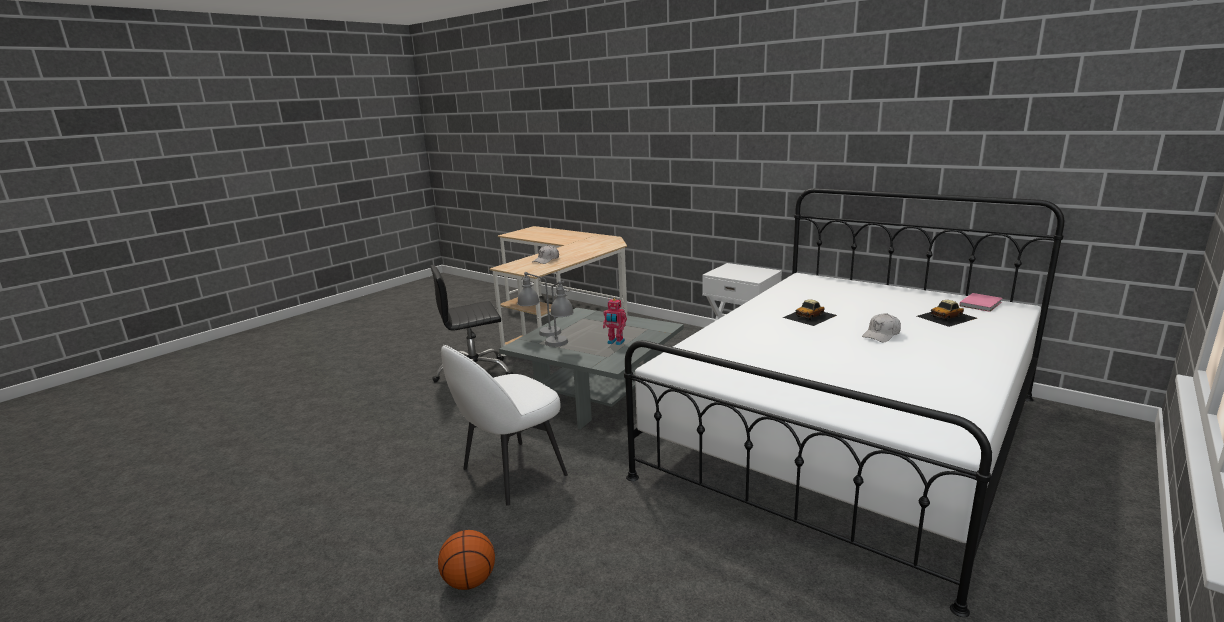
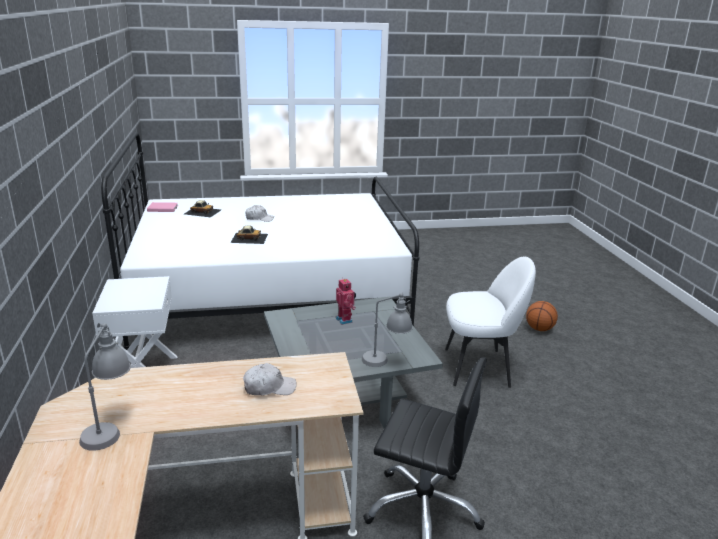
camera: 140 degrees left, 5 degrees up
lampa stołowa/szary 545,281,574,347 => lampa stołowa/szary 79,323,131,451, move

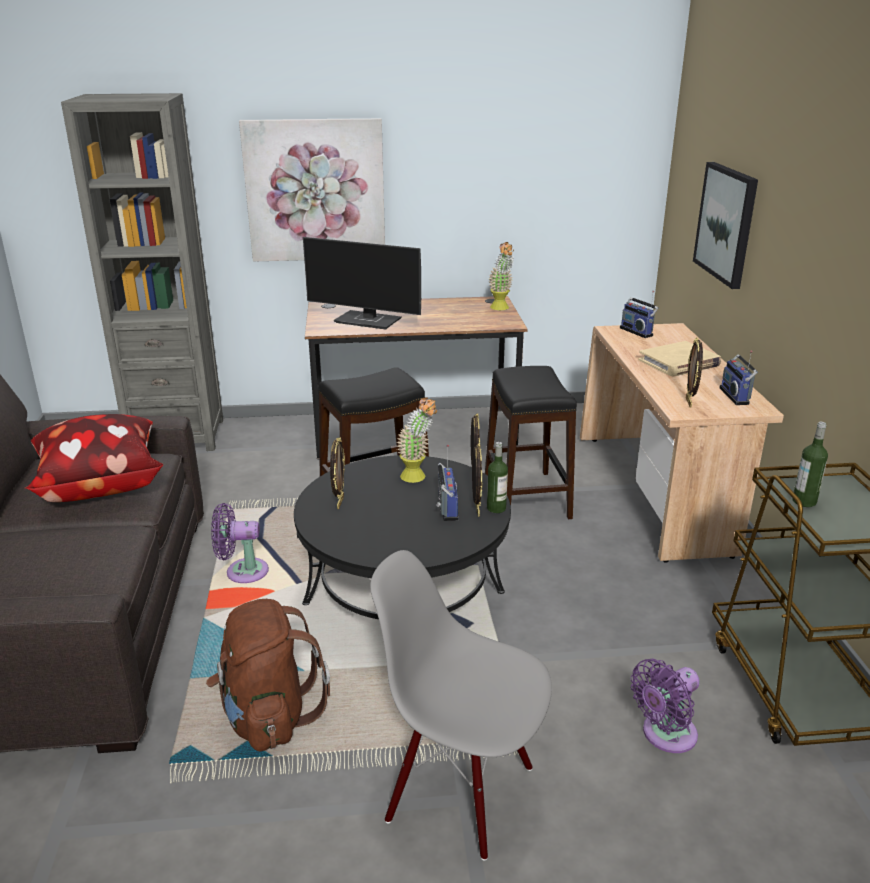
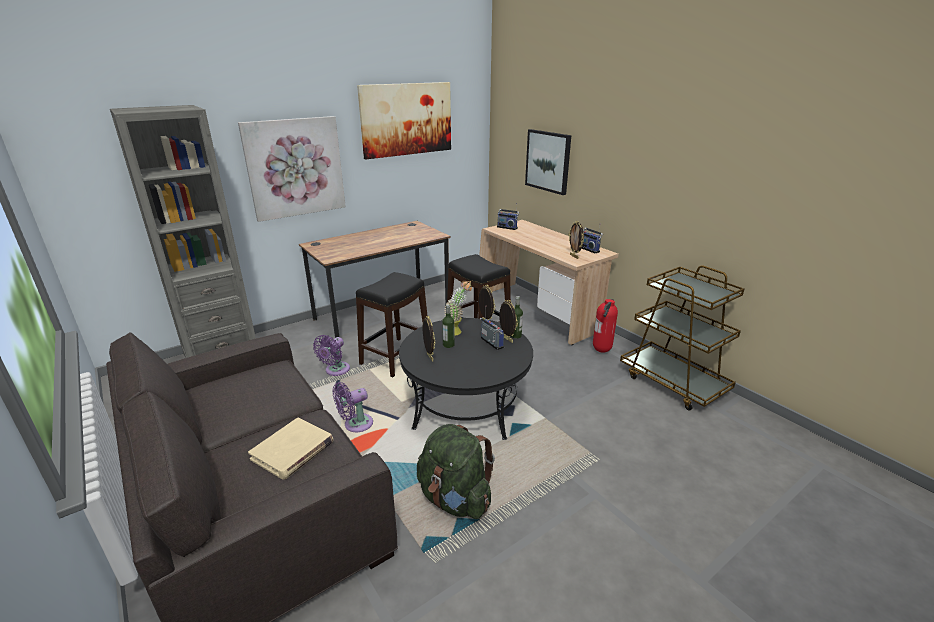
camera: 30 degrees left, 0 degrees up
monitor 303,237,421,330 => nothing
roślina doniczkowa 488,242,514,310 => nothing
książka/beżowy 639,341,721,377 => książka/beżowy 248,417,333,480, move
poduszka 25,414,163,502 => nothing
butelka 792,422,828,507 => butelka 442,305,455,348, move
krzesło/szary 370,550,552,861 => nothing
plecak/brązowy 206,599,330,752 => plecak/zielony 417,424,495,519
wentylator/fioletowy 631,658,700,753 => wentylator/fioletowy 313,335,350,376, move
nothing => obraz 357,82,451,160
nothing => gaśnica 593,299,618,353

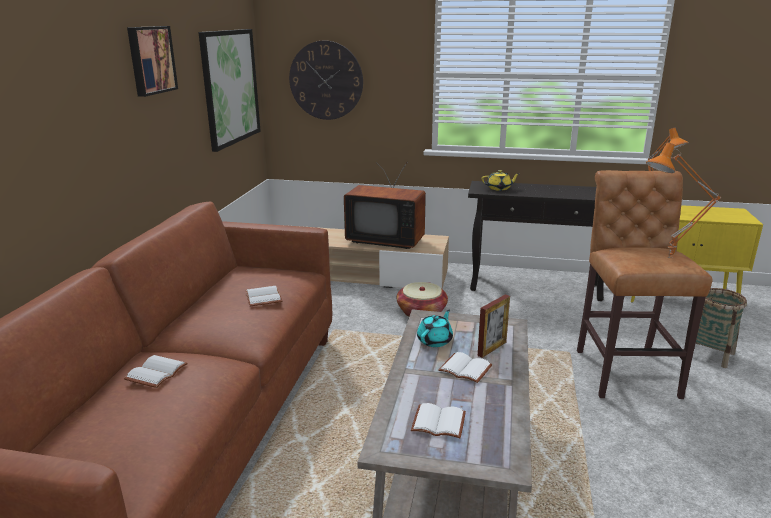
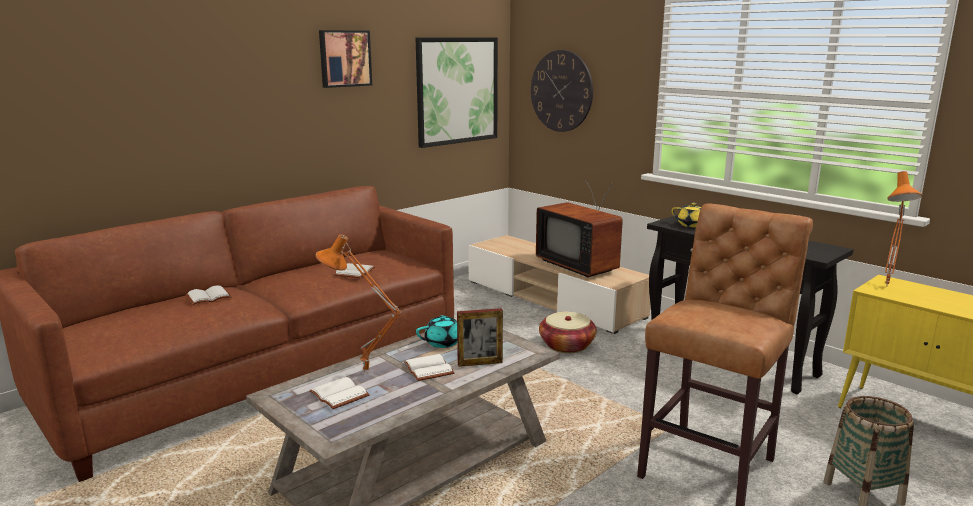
camera: 35 degrees right, 5 degrees down
lampa stołowa/pomarańczowy 646,143,721,258 => lampa stołowa/pomarańczowy 316,234,402,373, move

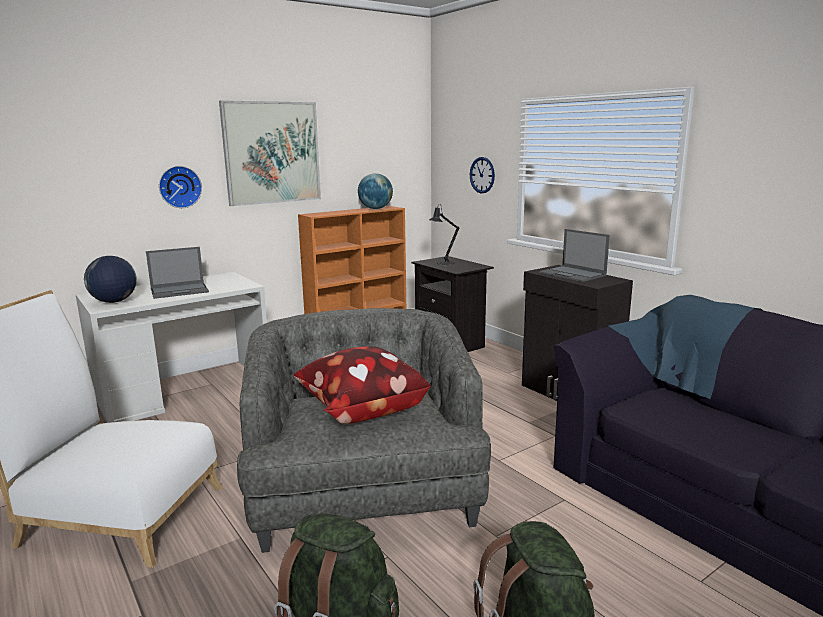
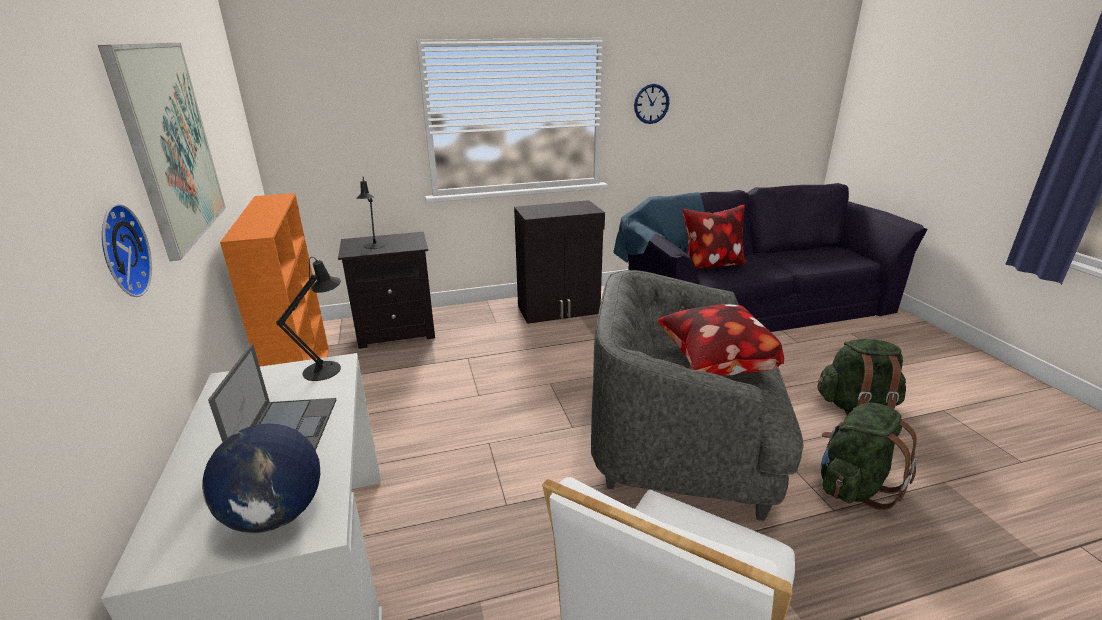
camera: 70 degrees left, 10 degrees up
zegar ścienny 470,157,495,193 => zegar ścienny 634,84,669,124, move
globus 358,173,393,209 => nothing
laptop 539,229,610,282 => nothing
nothing => poduszka 682,205,747,269
nothing => lampa stołowa/czarny 276,257,341,381

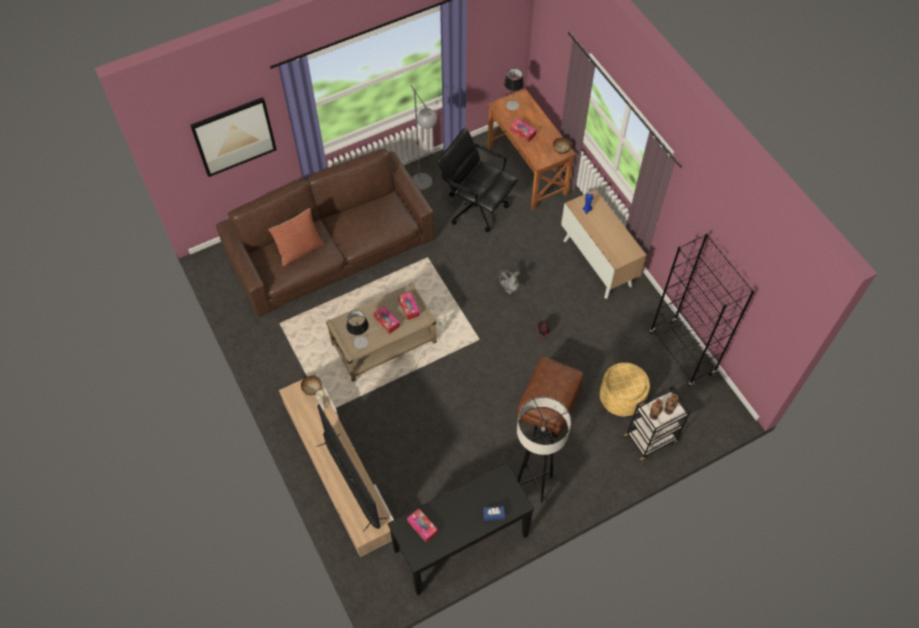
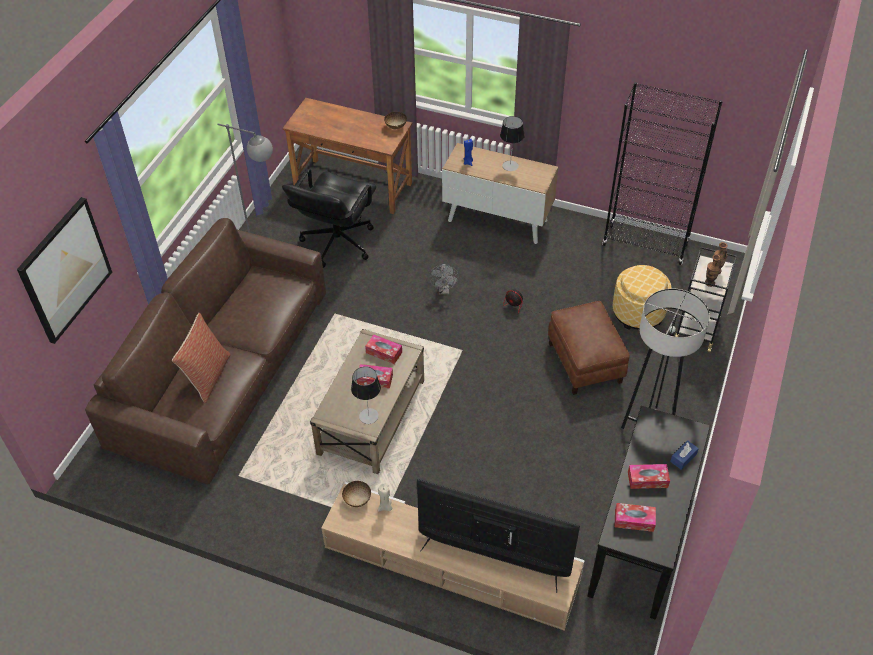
camera: 40 degrees left, 10 degrees down
lampa stołowa 504,68,524,110 => lampa stołowa 500,116,525,171, move
pudełko chusteczek 510,119,536,143 => pudełko chusteczek 628,464,670,489, move
krzesło biurowe/czarny 437,128,518,232 => krzesło biurowe/czarny 282,169,376,268, 60 degrees counterclockwise

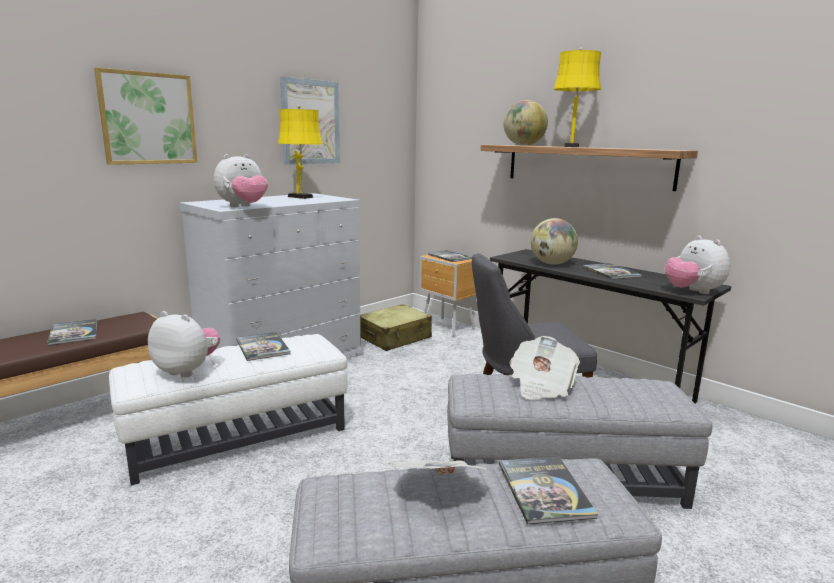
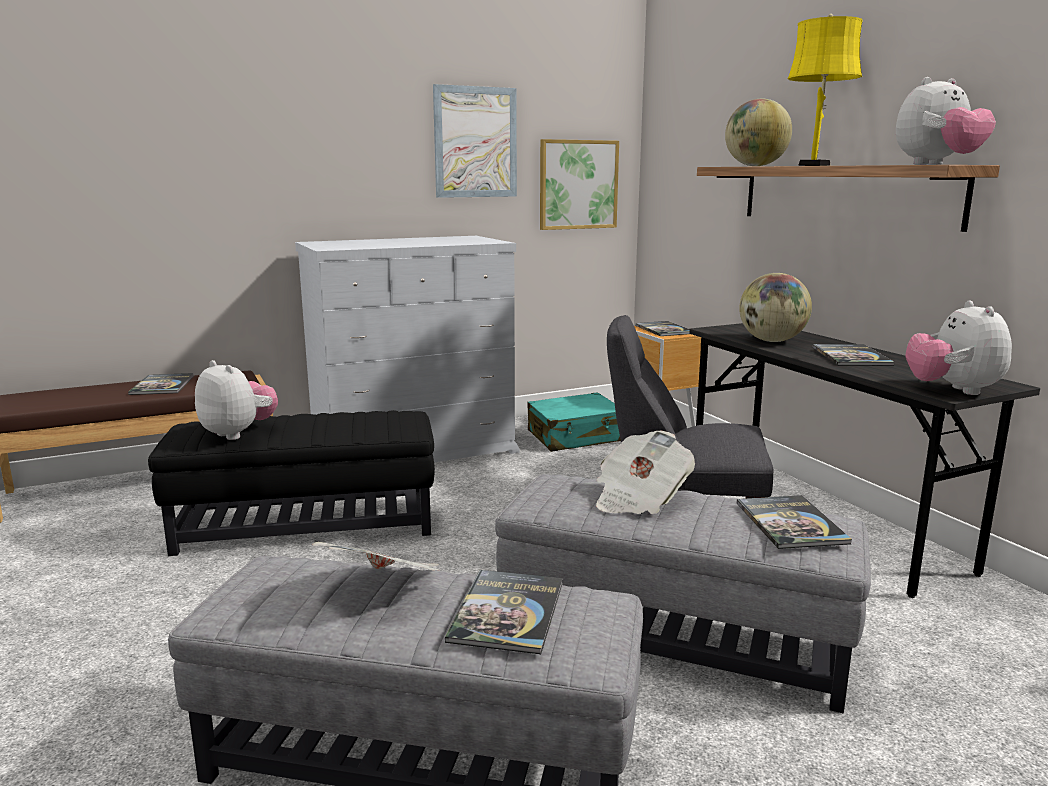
camera: 20 degrees right, 0 degrees up
obraz 94,68,197,165 => obraz 540,139,619,230, move
lampa stołowa/żółty 278,105,323,199 => nothing
pluszak 214,154,268,207 => pluszak 896,77,996,165, move
walizka/beżowy 360,304,432,351 => walizka/turkusowy 528,392,621,452
książka 236,332,291,361 => książka 736,495,852,549, move
pufa/biały 109,334,347,485 => pufa/czarny 148,410,435,556

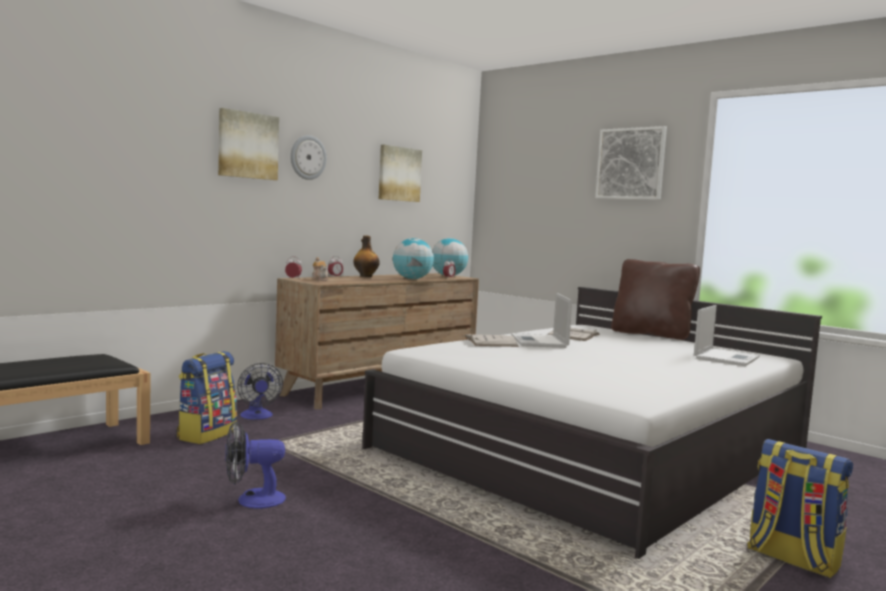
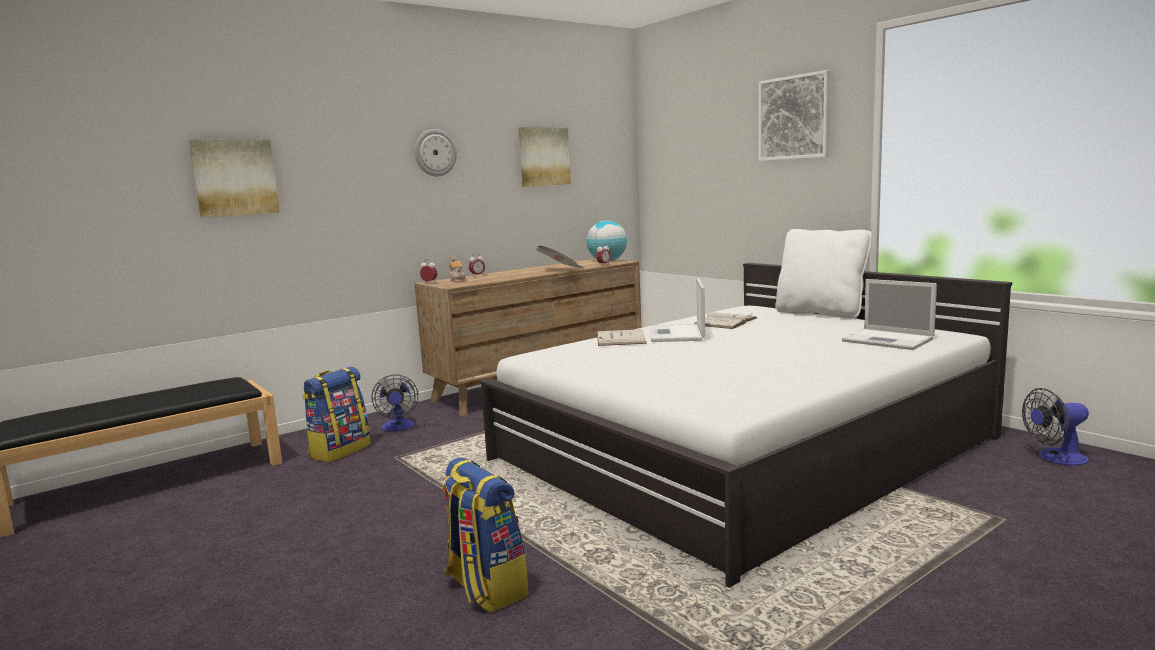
camera: 10 degrees right, 5 degrees up
obraz 218,108,279,180 => obraz 189,139,280,218, move
butelka 353,235,380,277 => nothing
globus 393,238,434,279 => gazeta 536,246,584,268
poduszka/brązowy 611,259,700,340 => poduszka/biały 775,229,872,318
laptop 694,305,760,366 => laptop 842,279,937,350, 90 degrees clockwise
wentylator 225,421,286,509 => wentylator 1022,388,1089,466, move
plecak 747,439,853,578 => plecak 441,457,529,612, move

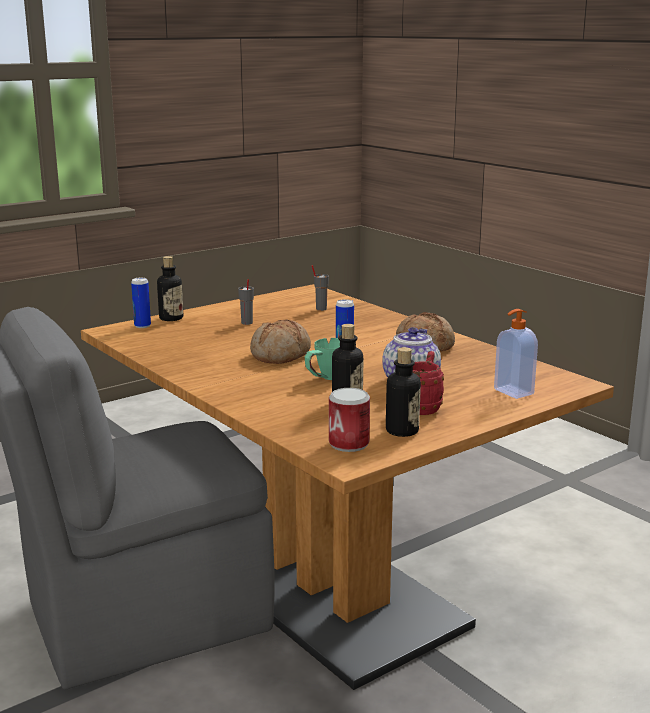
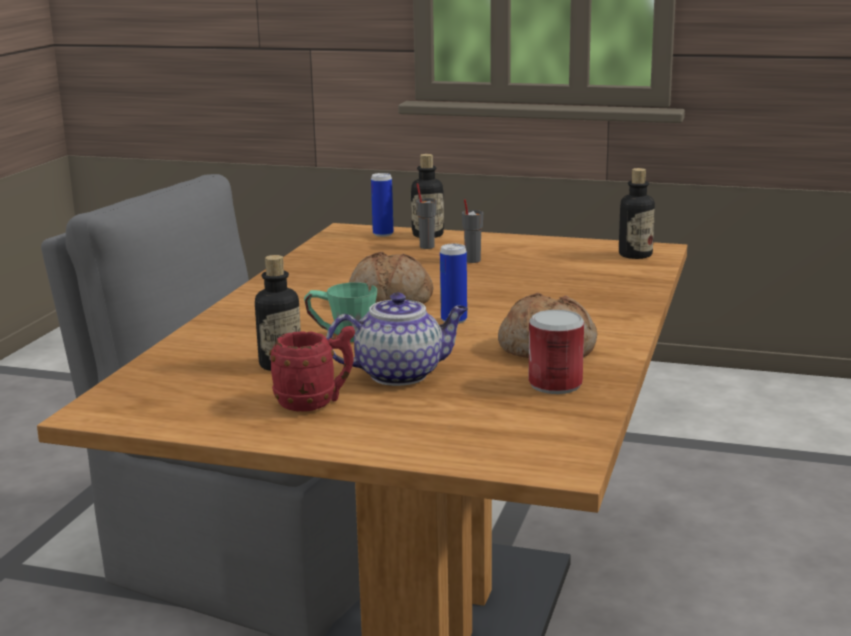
camera: 55 degrees right, 0 degrees up
filiżanka/szary 312,265,329,311 => filiżanka/szary 416,183,437,249, move
dozownik mydła 494,309,538,399 => nothing
butelka 386,347,421,437 => butelka 619,168,655,259, move
puszka 329,388,370,452 => puszka 529,310,584,394, move

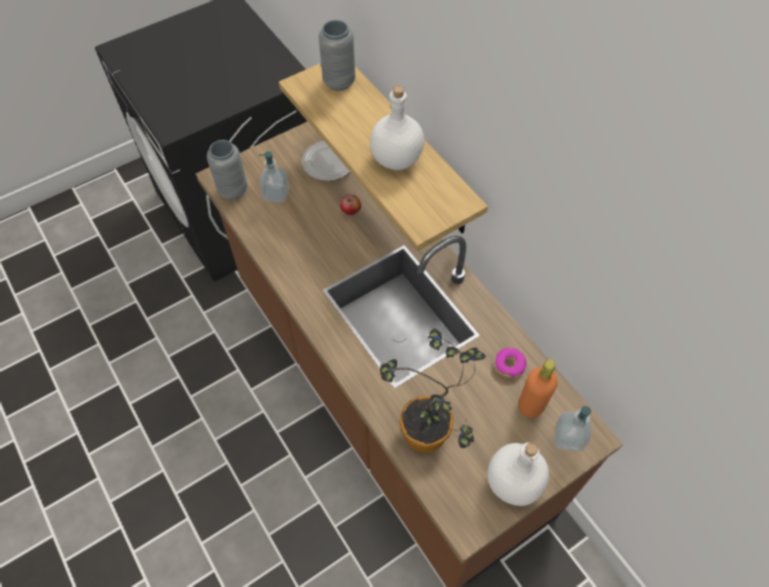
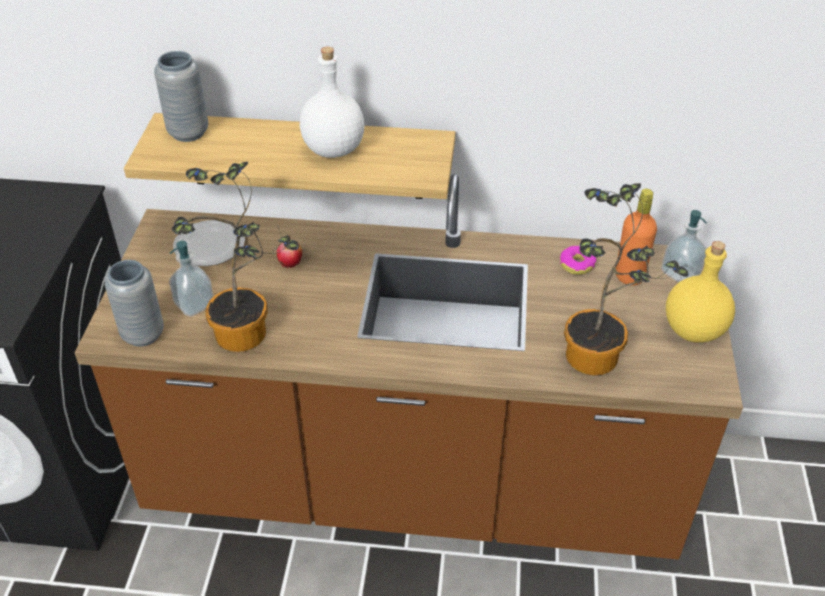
camera: 50 degrees left, 15 degrees down
butelka/biały 487,443,549,506 => butelka/żółty 666,241,735,343
nothing => roślina doniczkowa 171,162,299,352

